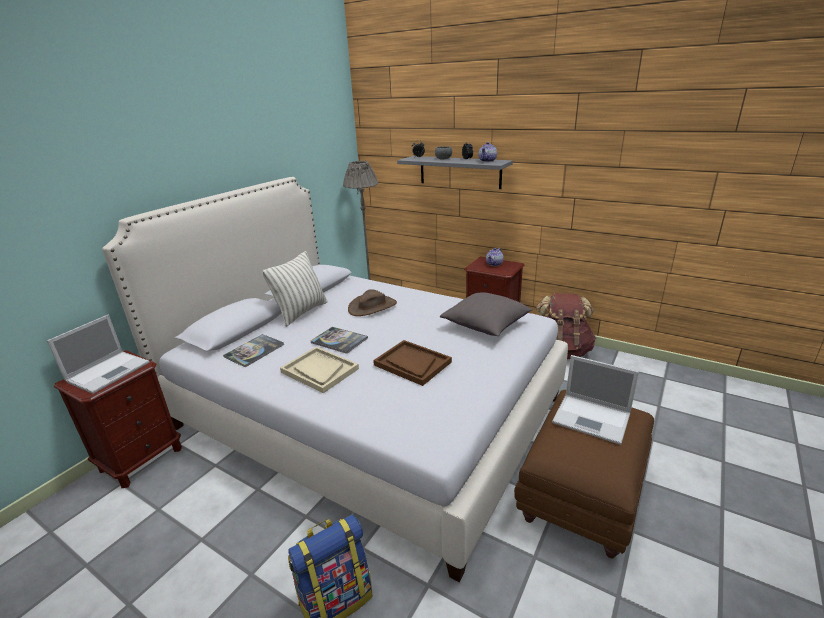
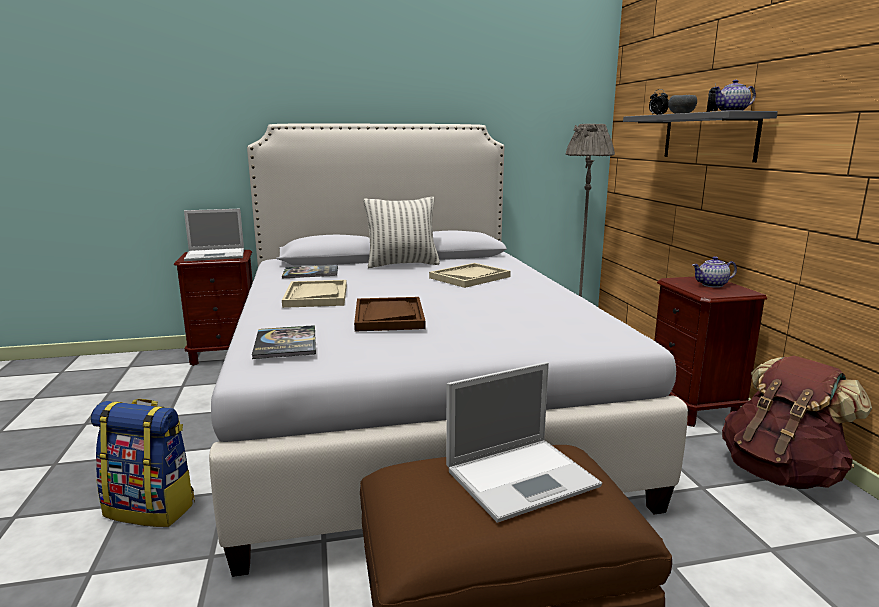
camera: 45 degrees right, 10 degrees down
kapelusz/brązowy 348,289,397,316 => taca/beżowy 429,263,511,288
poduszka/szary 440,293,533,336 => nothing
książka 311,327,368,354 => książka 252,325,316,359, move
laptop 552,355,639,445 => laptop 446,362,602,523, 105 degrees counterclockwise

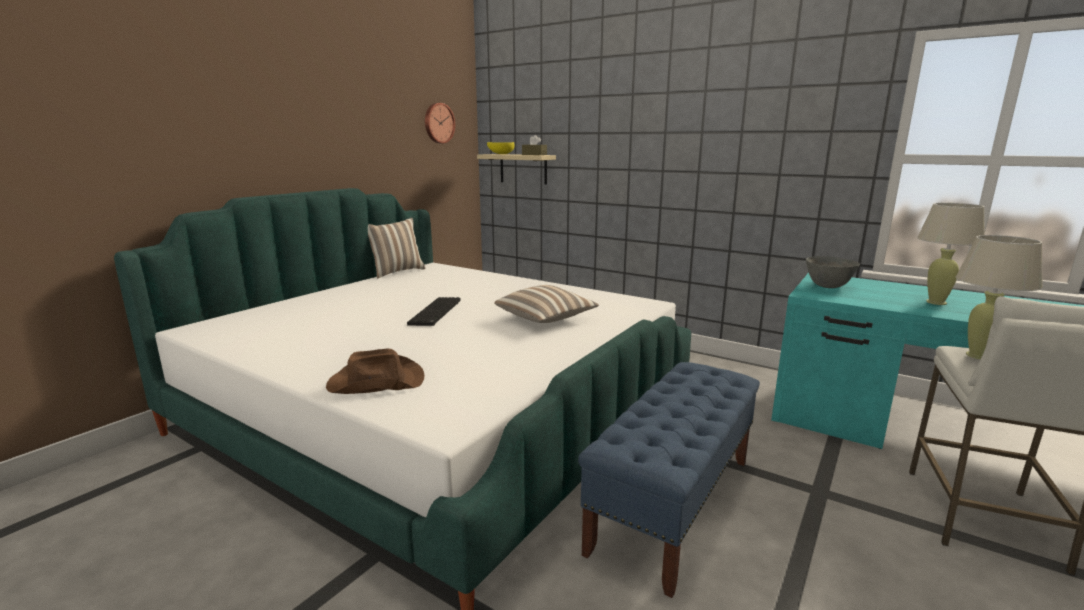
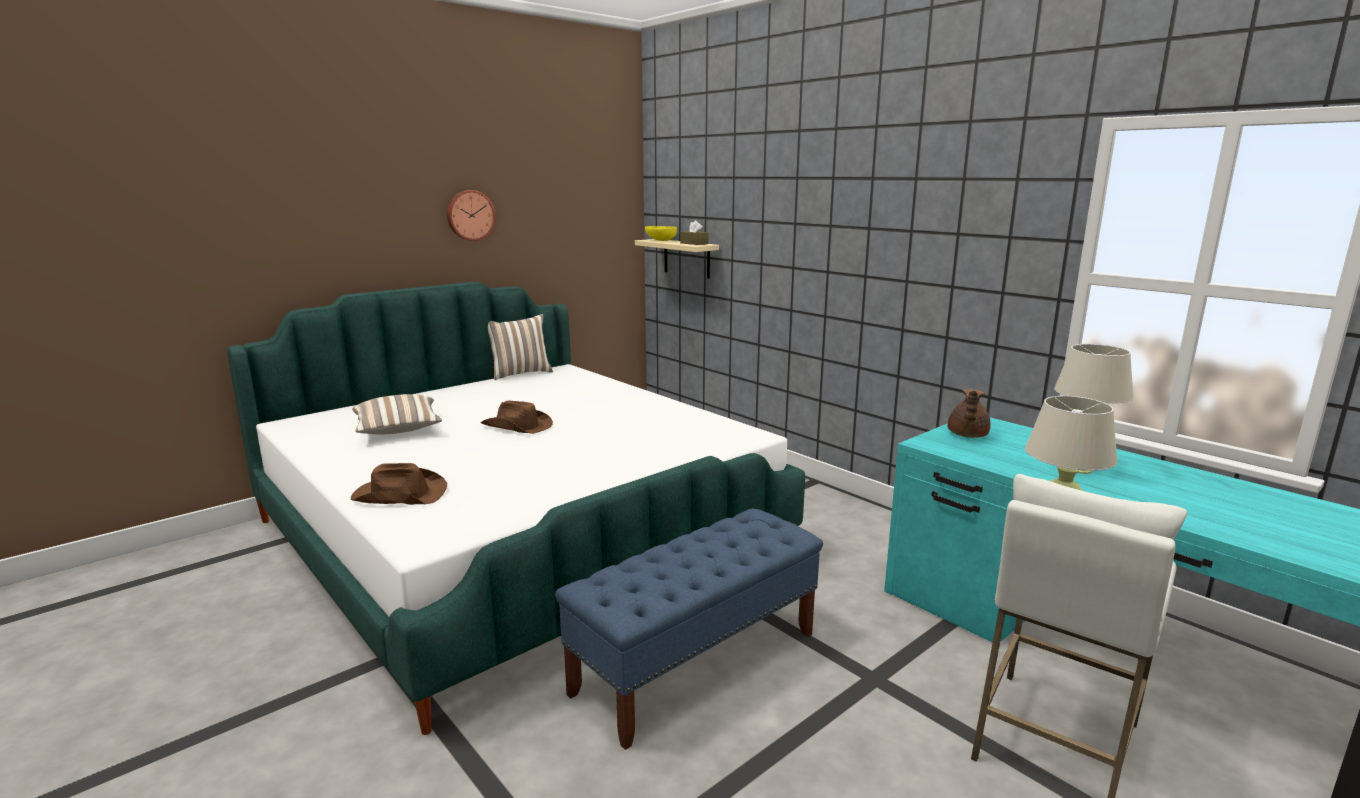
camera: 15 degrees right, 0 degrees up
zegar ścienny 425,103,455,143 => zegar ścienny 447,190,496,241, move
miska/szary 806,256,860,288 => imbryk/brązowy 947,389,991,438
poduszka 494,285,599,323 => poduszka 352,394,442,435, move
klawiatura 407,297,461,326 => kapelusz/brązowy 481,401,553,434

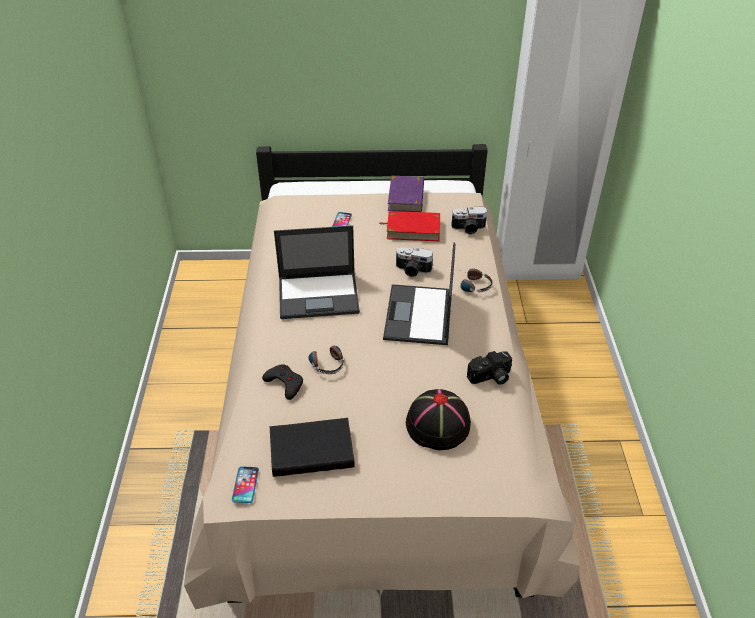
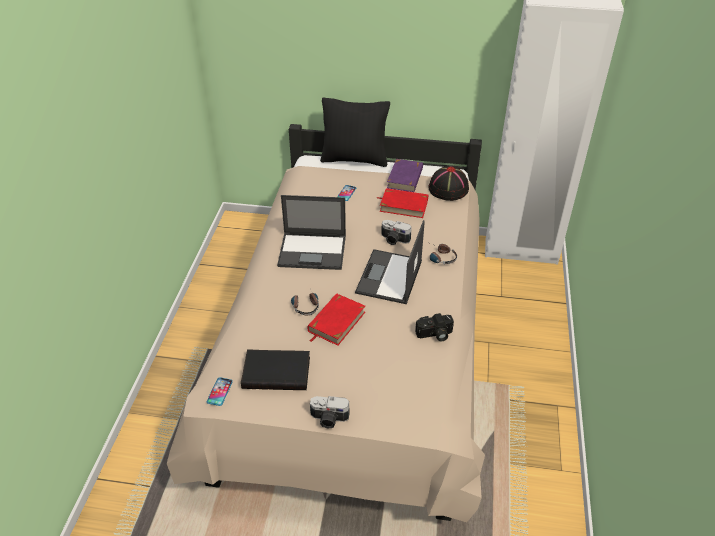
camera: 10 degrees right, 0 degrees up
aparat fotograficzny 451,207,487,234 => aparat fotograficzny 310,396,349,429, move
pad do gier/czarny 262,364,303,400 => nothing
kapelusz/czarny 406,389,471,450 => kapelusz/czarny 428,166,469,201, move
nothing => poduszka/czarny 320,98,390,167
nothing => książka/czerwony 308,293,365,346

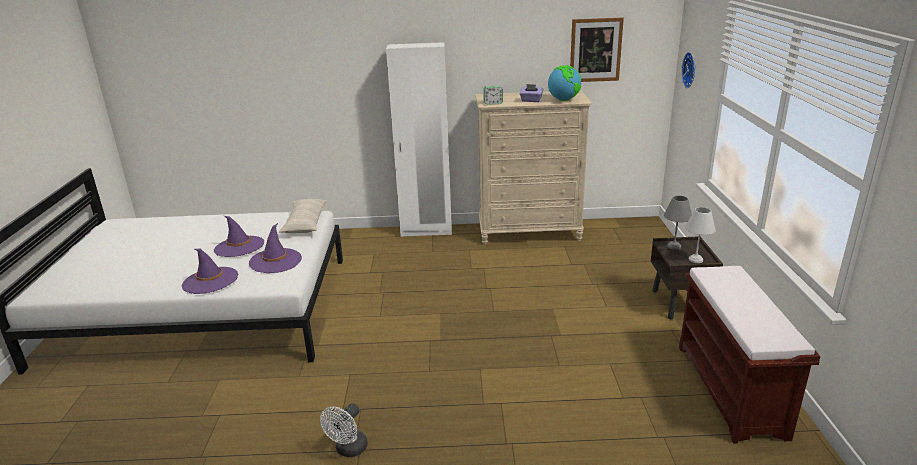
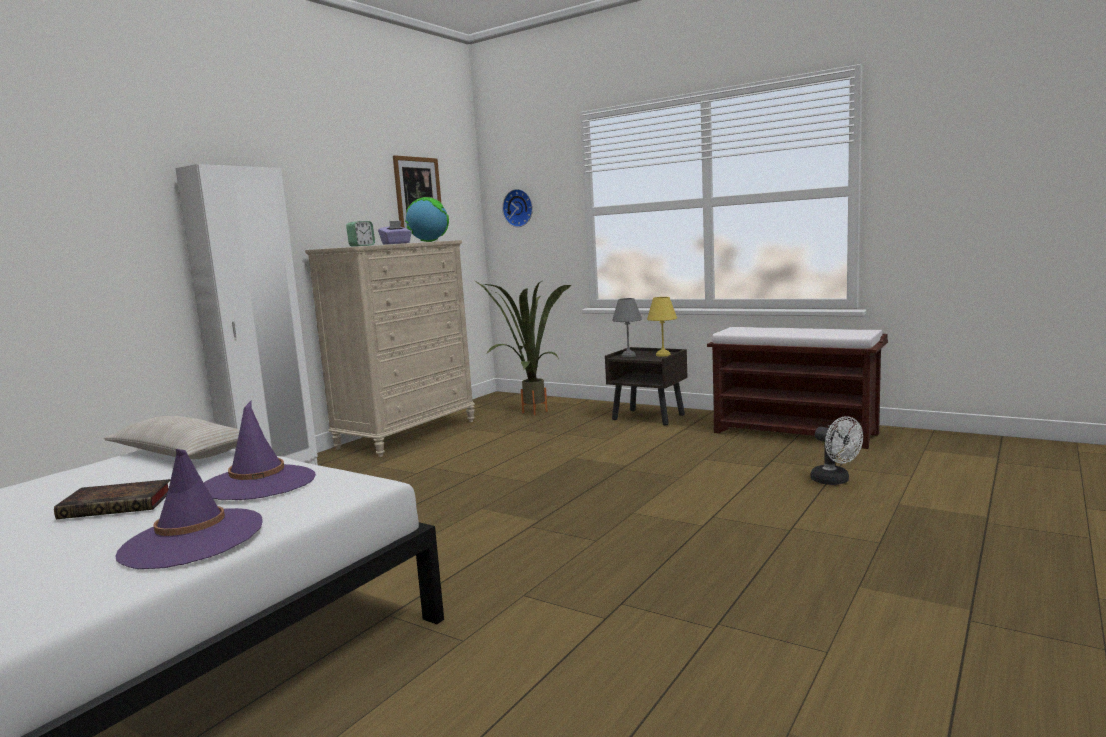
camera: 55 degrees left, 15 degrees down
lampa stołowa/biały 685,207,716,263 => lampa stołowa/żółty 647,297,677,357
kapelusz/fioletowy 214,216,264,257 => książka 54,479,171,519
wentylator/biały 320,403,368,457 => wentylator/biały 810,416,863,485, move
nothing => roślina doniczkowa 474,280,572,415

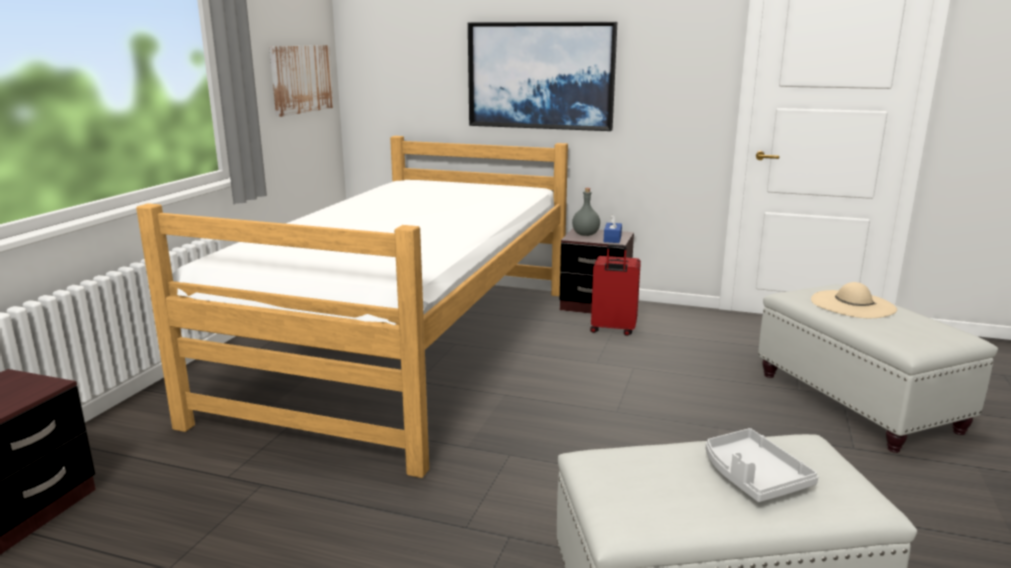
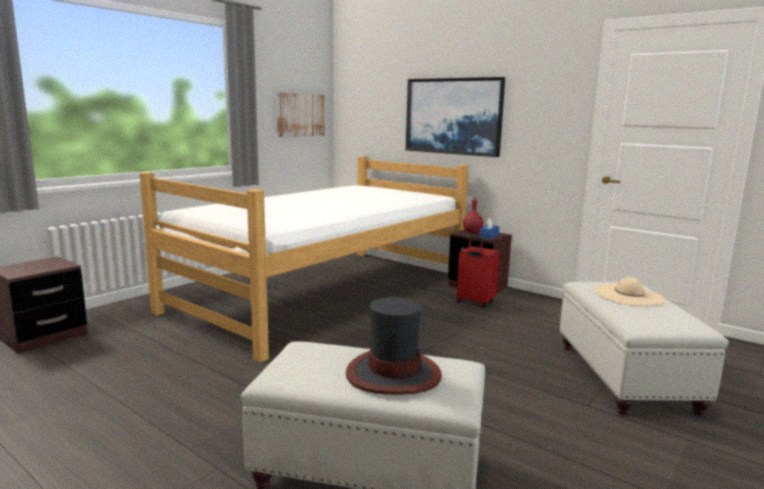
camera: 20 degrees right, 5 degrees down
butelka/szary 572,188,600,236 => butelka/czerwony 463,197,484,233
taca/szary 706,428,818,502 => kapelusz 346,297,442,395

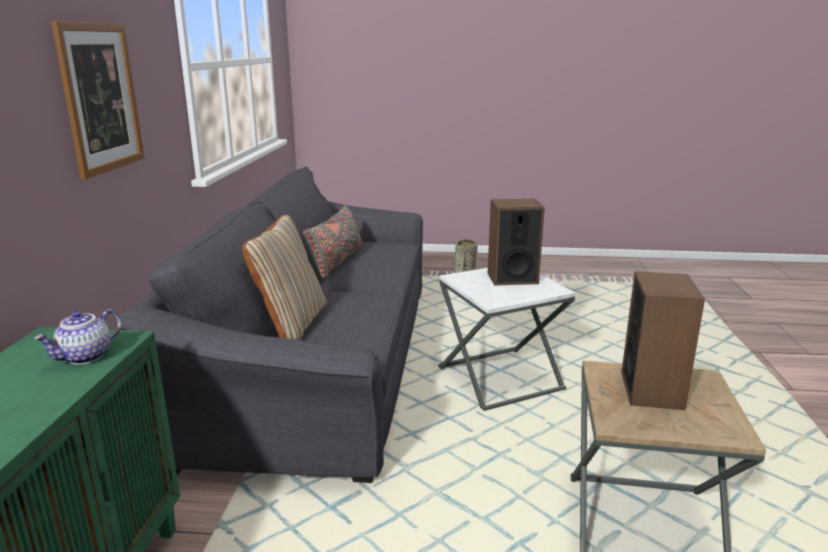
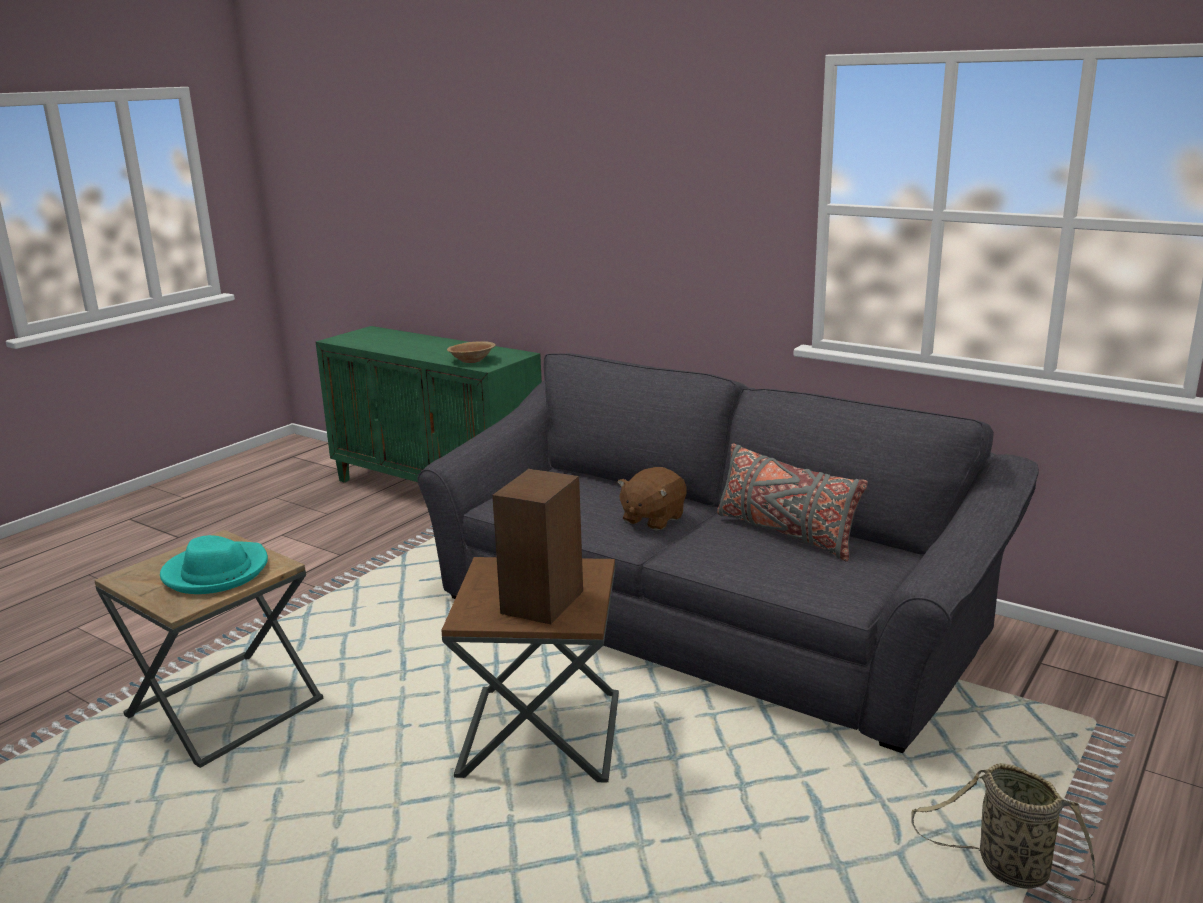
camera: 120 degrees right, 0 degrees up
obraz 51,21,144,179 => nothing
poduszka/beżowy 242,215,327,340 => nothing
stolik/biały 438,268,575,411 => stolik/brązowy 441,557,619,783
głośnik 621,271,705,410 => kapelusz/turkusowy 160,535,268,594
imbryk 34,309,122,365 => miska/brązowy 447,341,496,363
nothing => pluszak/brązowy 617,467,687,530

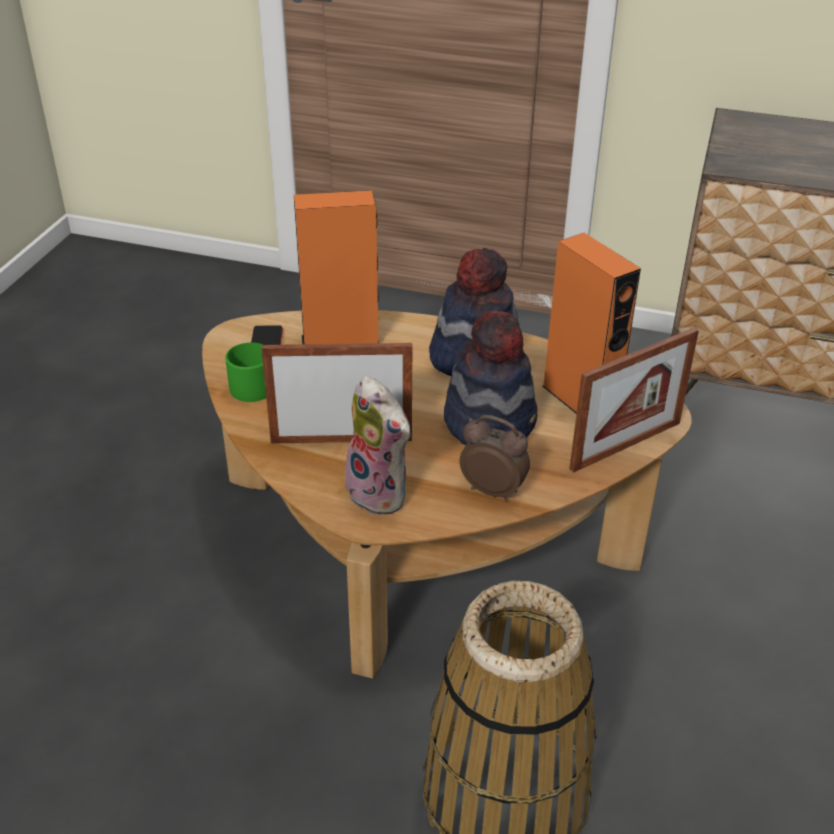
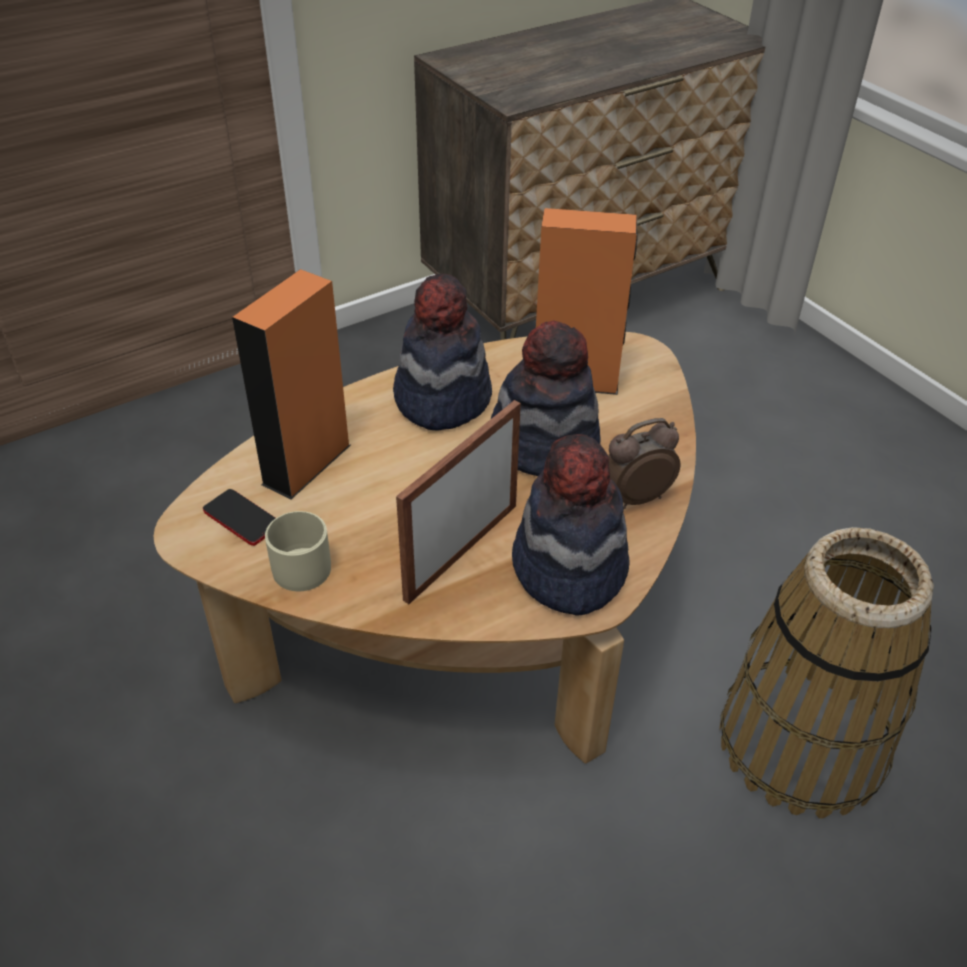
camera: 50 degrees left, 5 degrees up
ramka na zdjęcie 570,328,699,473 => nothing
kubek/zielony 225,343,266,402 => kubek/beżowy 265,511,331,591
pluszak 345,376,411,515 => kapelusz 512,434,629,616

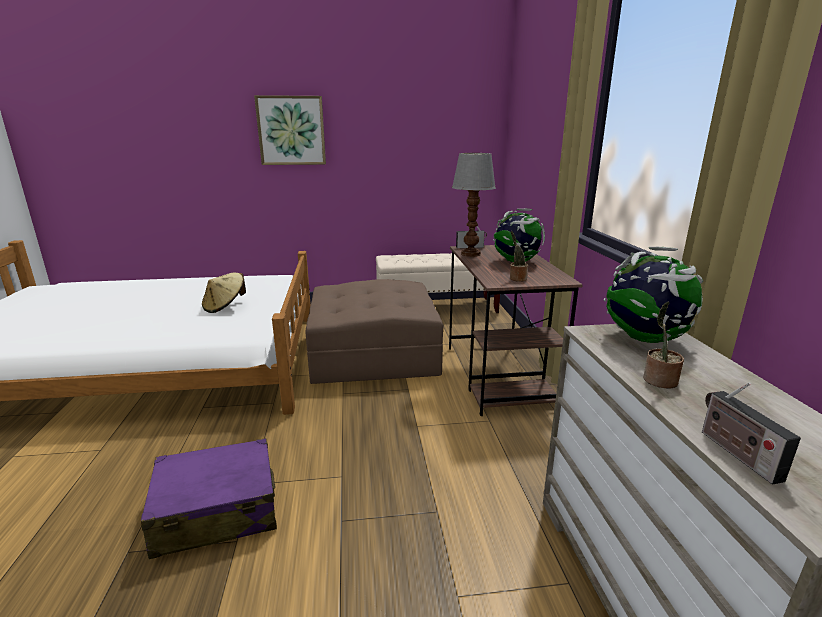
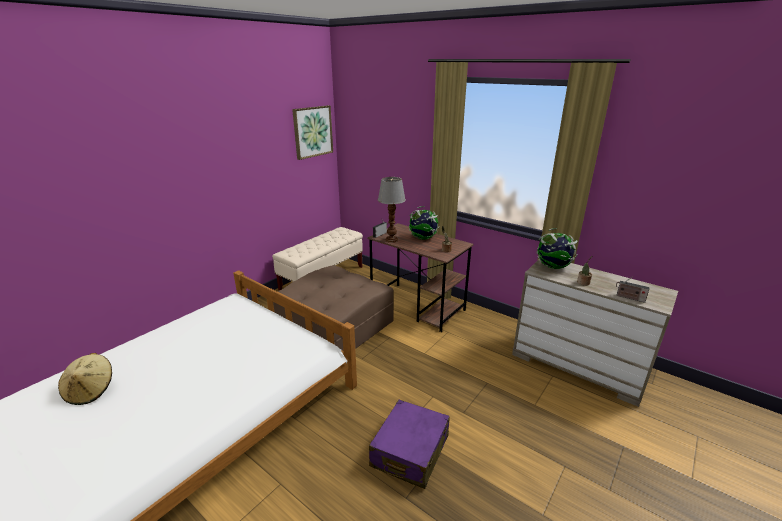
camera: 45 degrees left, 5 degrees up
obraz 254,95,326,165 => obraz 292,105,333,160, move
kapelusz/beżowy 202,273,246,313 => kapelusz/beżowy 58,353,112,405, move

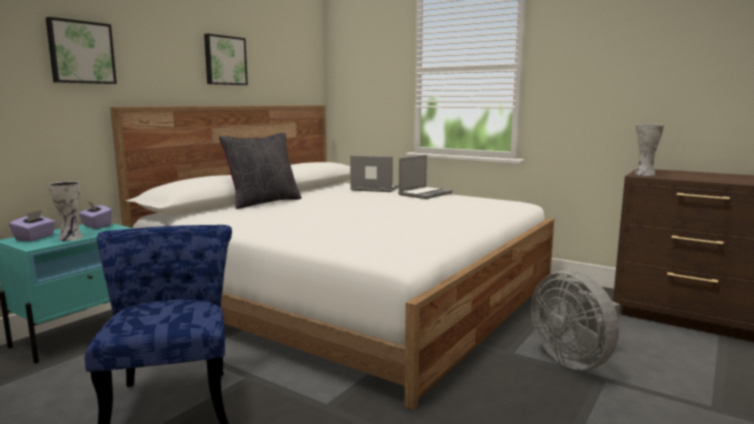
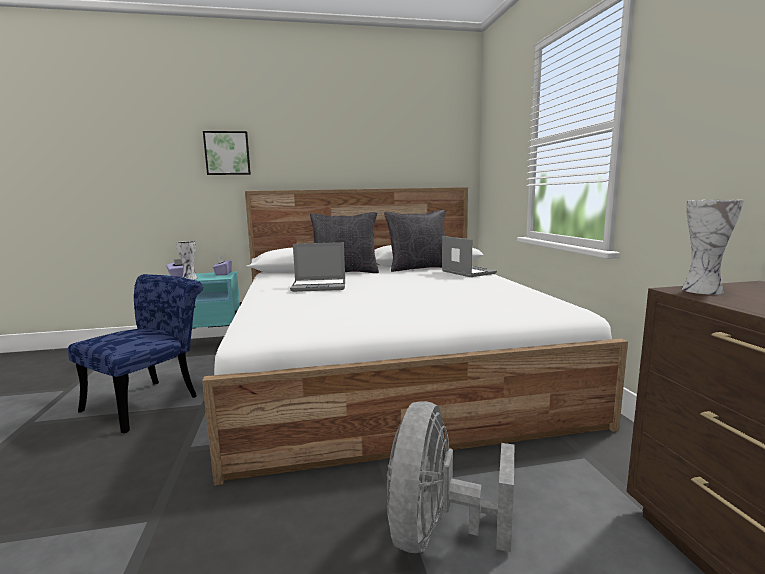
camera: 45 degrees right, 0 degrees up
obraz 204,34,248,85 => nothing
laptop 398,155,453,199 => laptop 290,242,345,292, move
nothing => poduszka/czarny 384,210,445,272

